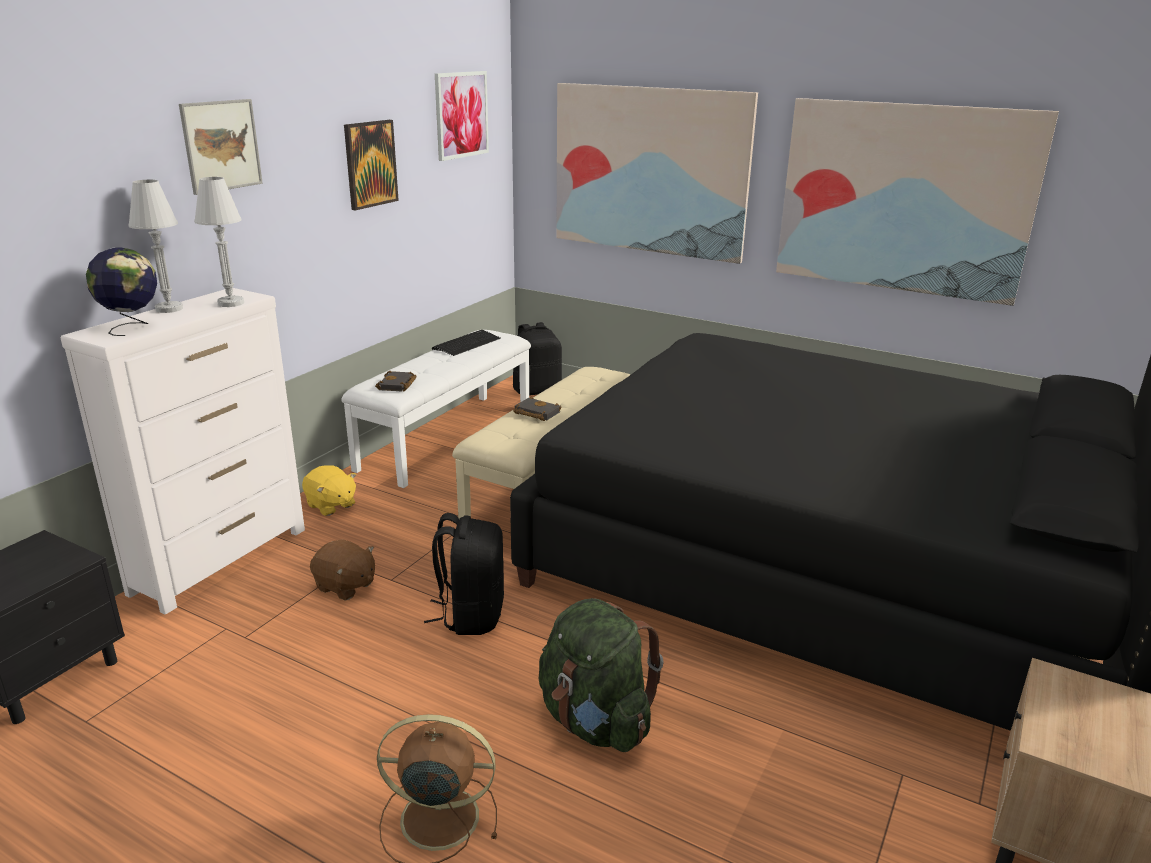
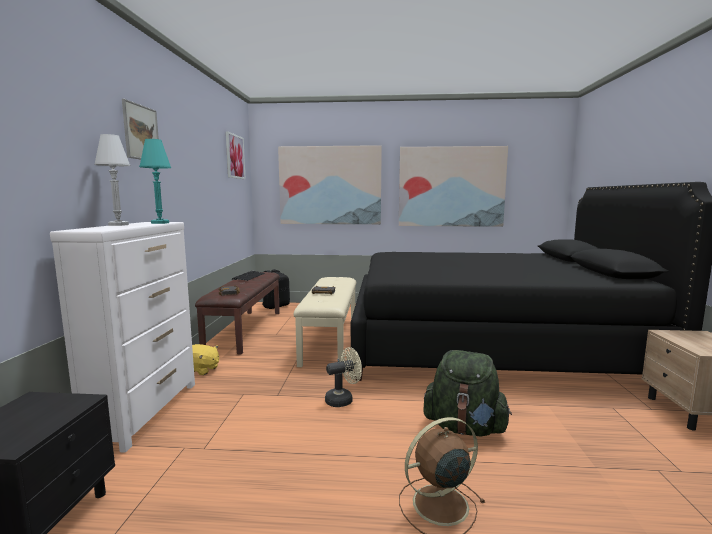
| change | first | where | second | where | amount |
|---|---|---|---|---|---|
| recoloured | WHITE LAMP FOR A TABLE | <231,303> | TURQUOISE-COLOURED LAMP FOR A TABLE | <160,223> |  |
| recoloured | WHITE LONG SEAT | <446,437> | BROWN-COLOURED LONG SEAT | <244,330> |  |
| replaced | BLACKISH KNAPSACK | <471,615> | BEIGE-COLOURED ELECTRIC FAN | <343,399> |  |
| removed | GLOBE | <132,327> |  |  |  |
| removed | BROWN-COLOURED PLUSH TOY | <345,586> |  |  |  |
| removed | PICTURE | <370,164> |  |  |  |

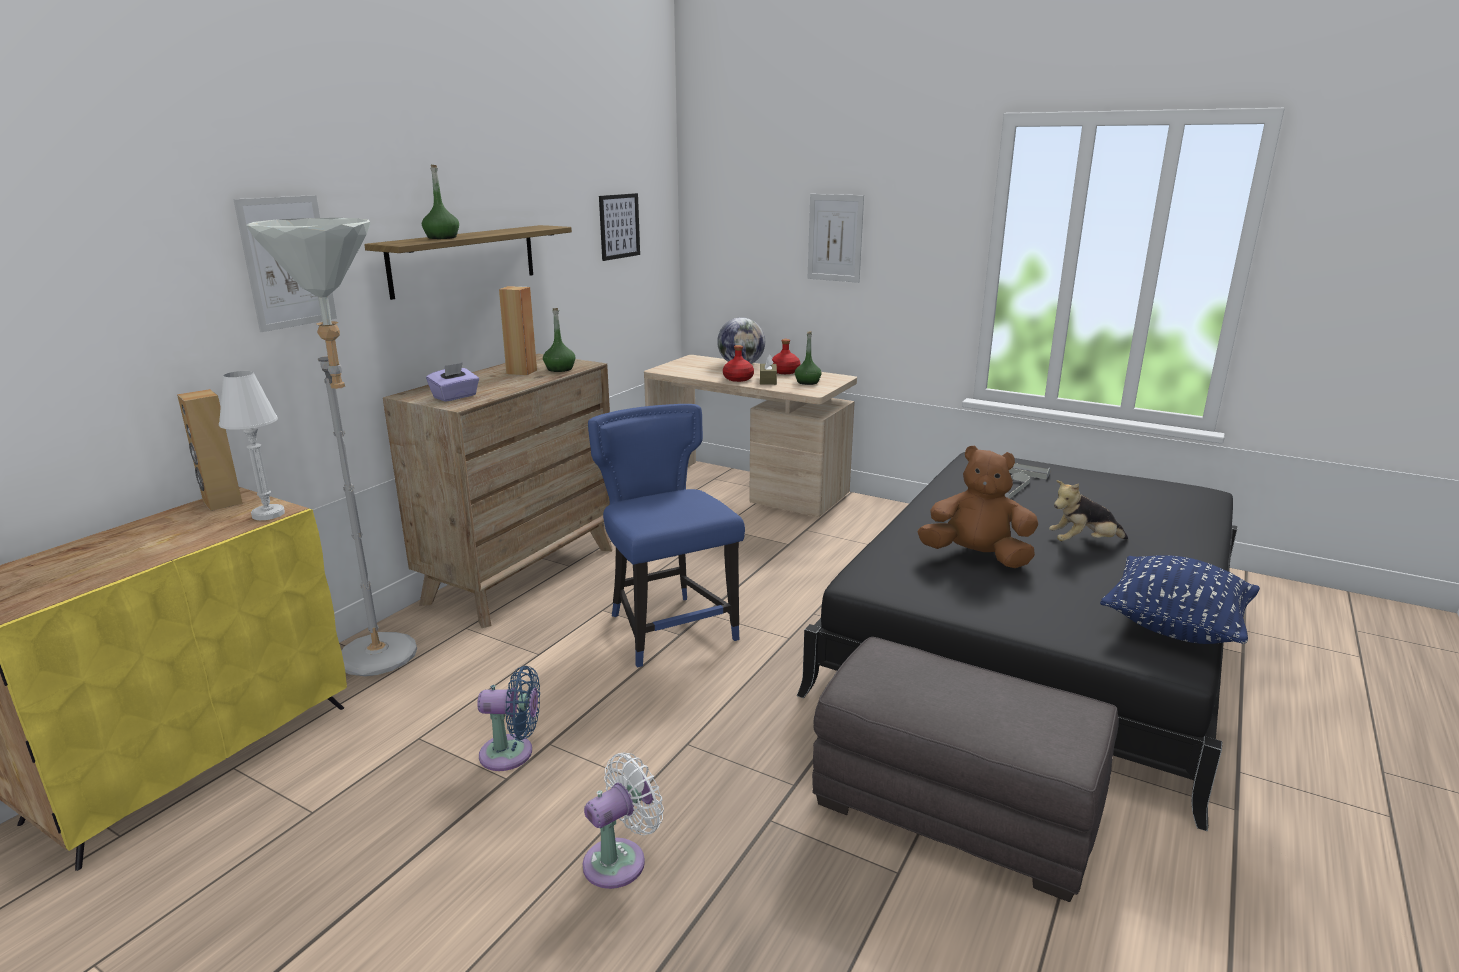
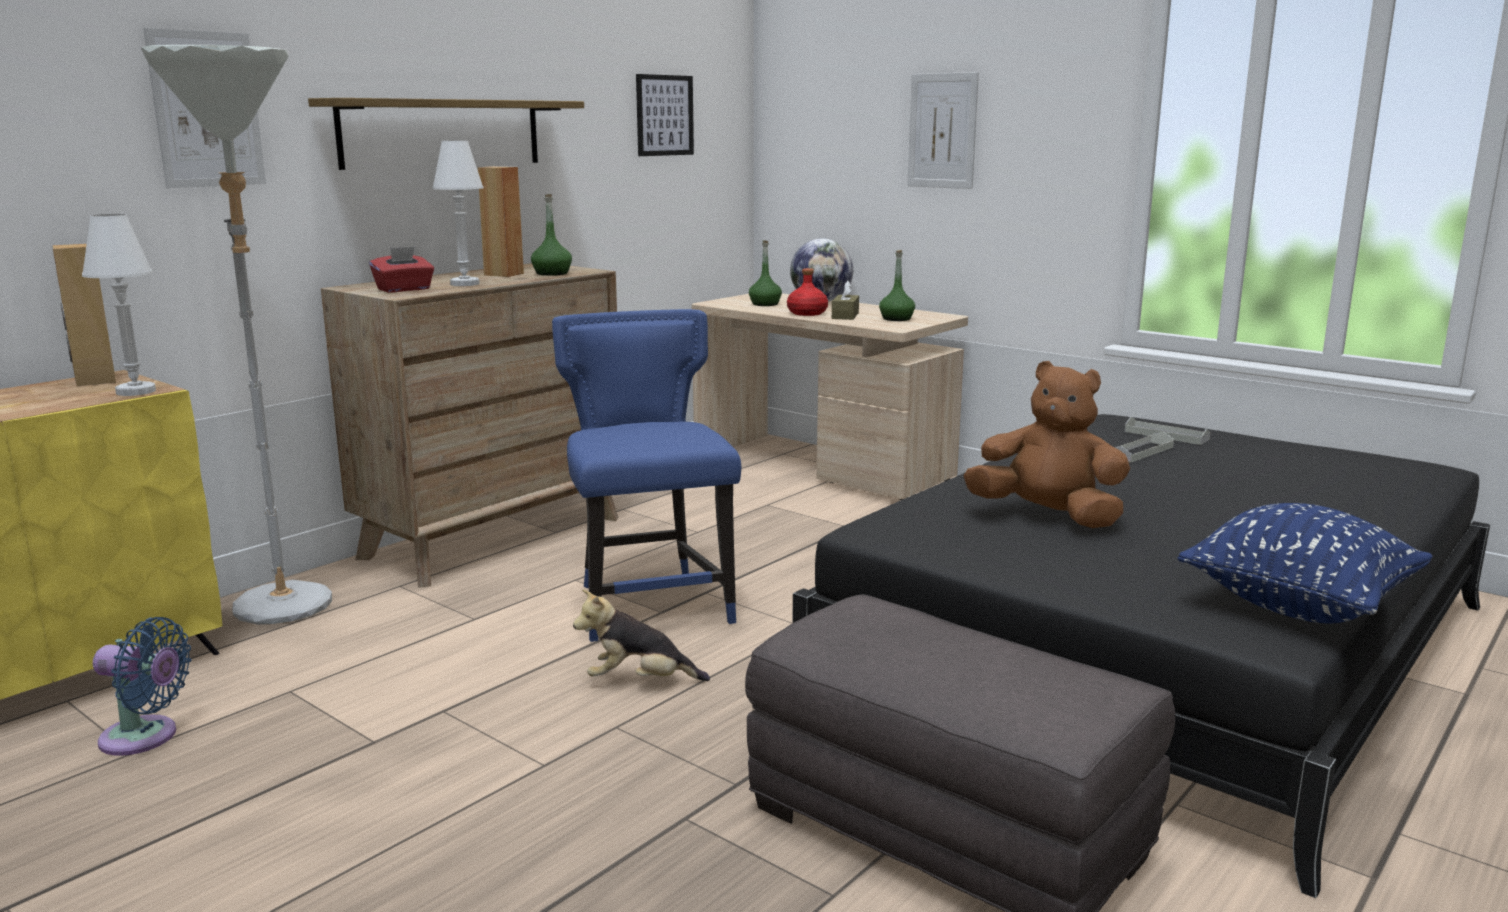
| change | first | where | second | where | amount |
|---|---|---|---|---|---|
| moved | BLUISH ELECTRIC FAN | <512,753> |  | <145,738> |  |
| recoloured | PURPLE BOX OF TISSUES | <455,397> | RED BOX OF TISSUES | <404,289> |  |
| added |  |  | WHITE LAMP FOR A TABLE | <464,284> |  |
| moved | PLUSH TOY | <1083,543> |  | <639,681> |  |
| moved | GREENISH BEVERAGE BOTTLE | <442,237> |  | <765,304> |  |
| removed | WHITE ELECTRIC FAN | <620,860> |  |  |  |
| removed | RED BEVERAGE BOTTLE | <784,372> |  |  |  |

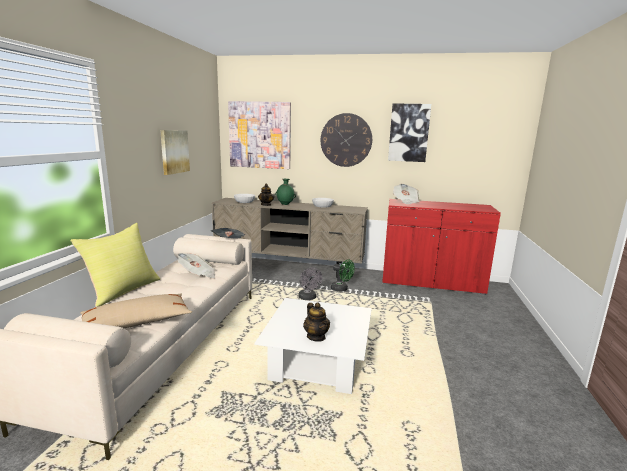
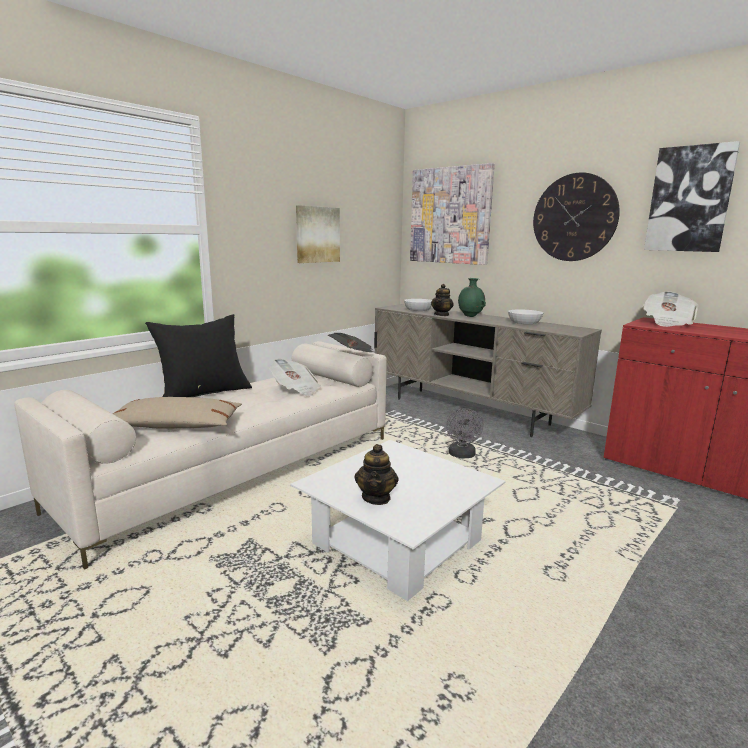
| change | first | where | second | where | amount |
|---|---|---|---|---|---|
| recoloured | YELLOW PILLOW | <123,290> | BLACKISH PILLOW | <204,392> |  |
| removed | GREENISH ELECTRIC FAN | <341,289> |  |  |  |

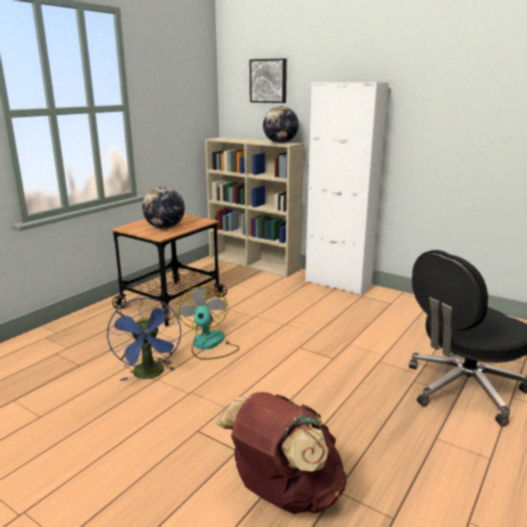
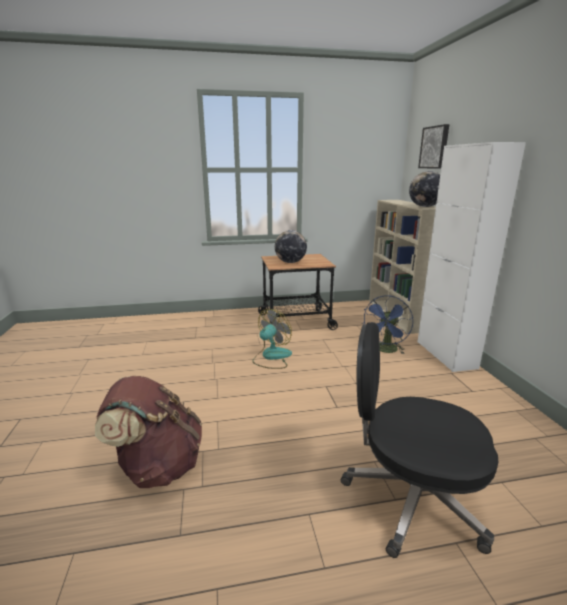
| change | first | where | second | where | amount |
|---|---|---|---|---|---|
| moved | BLUISH ELECTRIC FAN | <150,375> |  | <385,350> |  |

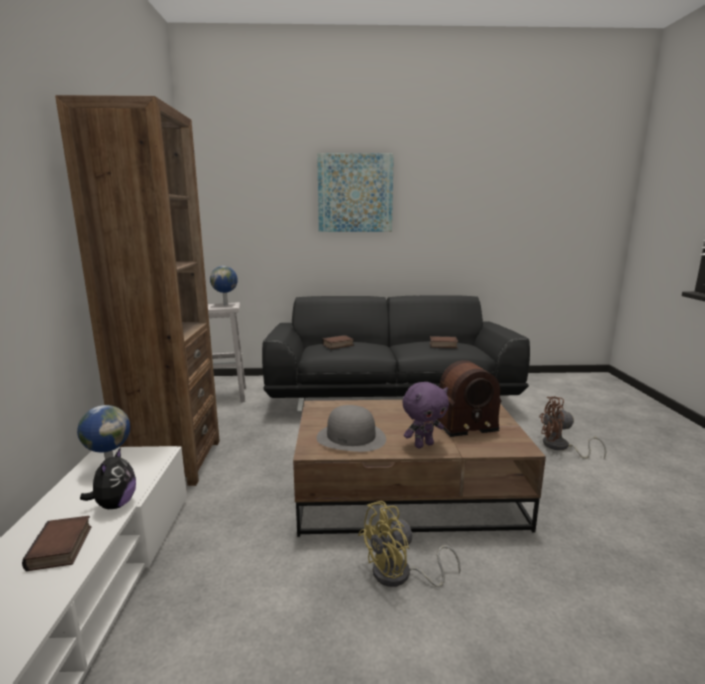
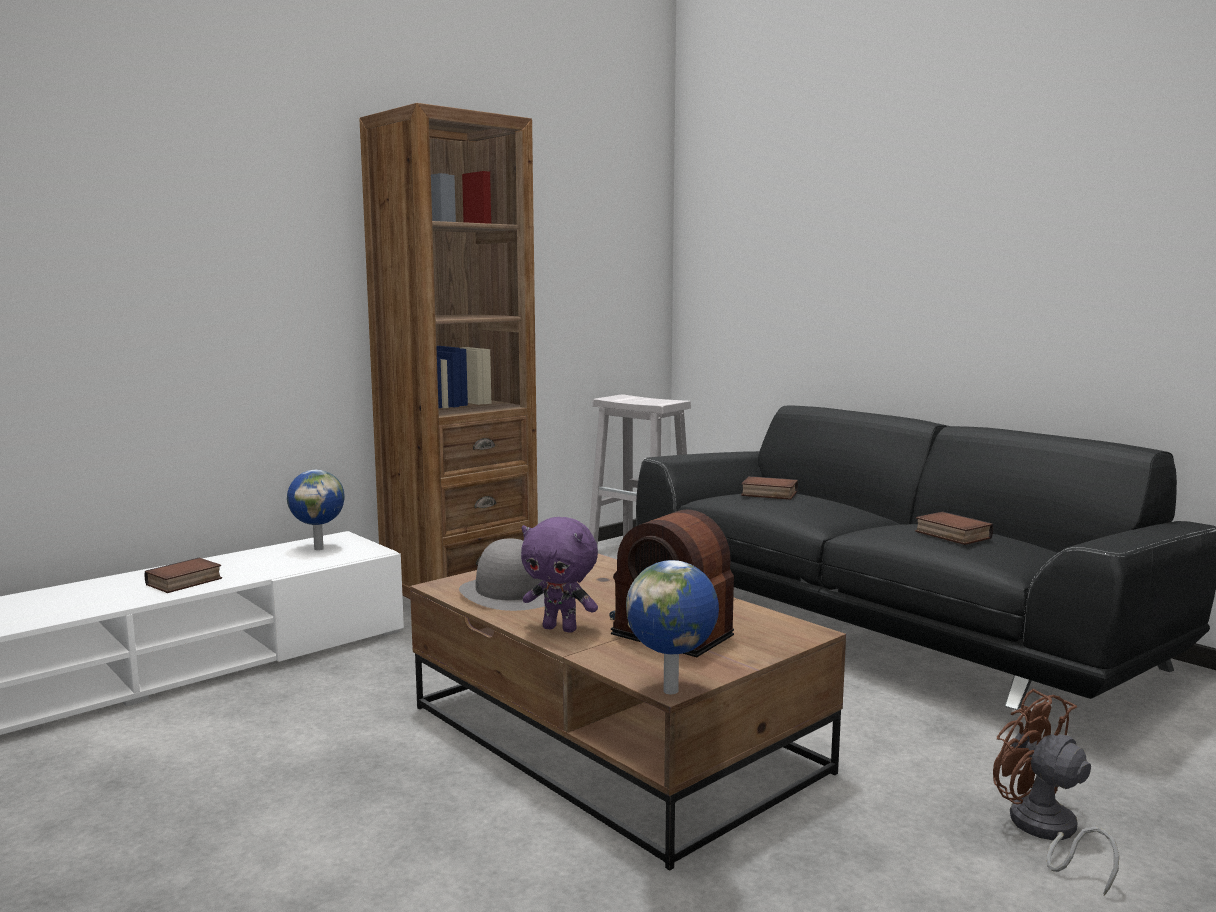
| change | first | where | second | where | amount |
|---|---|---|---|---|---|
| moved | GLOBE | <226,304> |  | <673,691> |  |
| removed | PLUSH TOY | <115,505> |  |  |  |
| removed | PICTURE | <355,193> |  |  |  |
| removed | YELLOW ELECTRIC FAN | <400,575> |  |  |  |

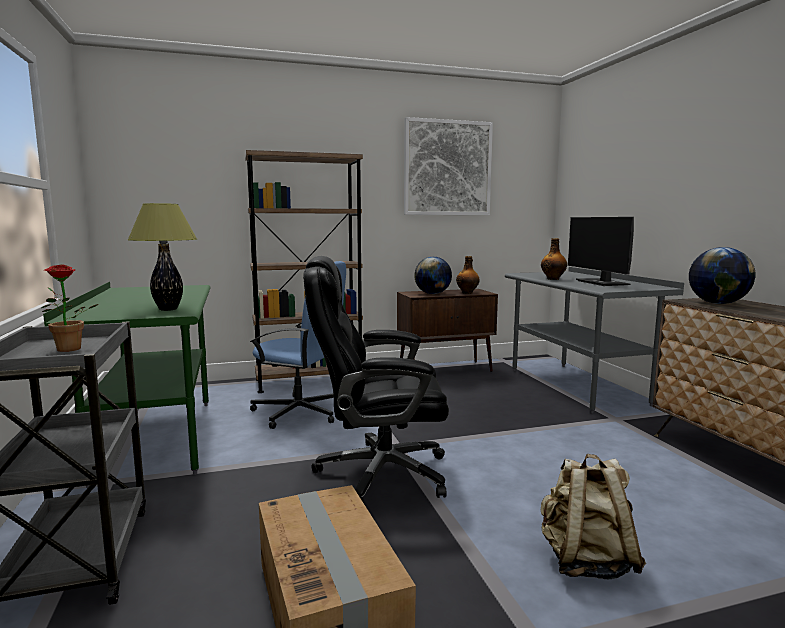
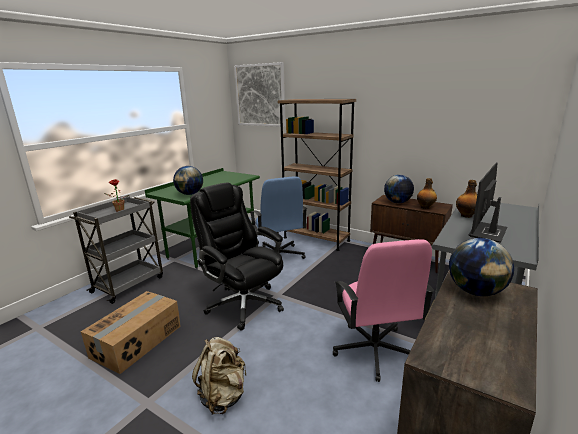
| change | first | where | second | where | amount |
|---|---|---|---|---|---|
| replaced | LAMP FOR A TABLE | <168,309> | GLOBE | <190,194> |  |
| moved | PICTURE | <447,168> |  | <260,95> |  |
| added |  |  | PINK-COLOURED COMPUTER CHAIR | <374,351> |  |

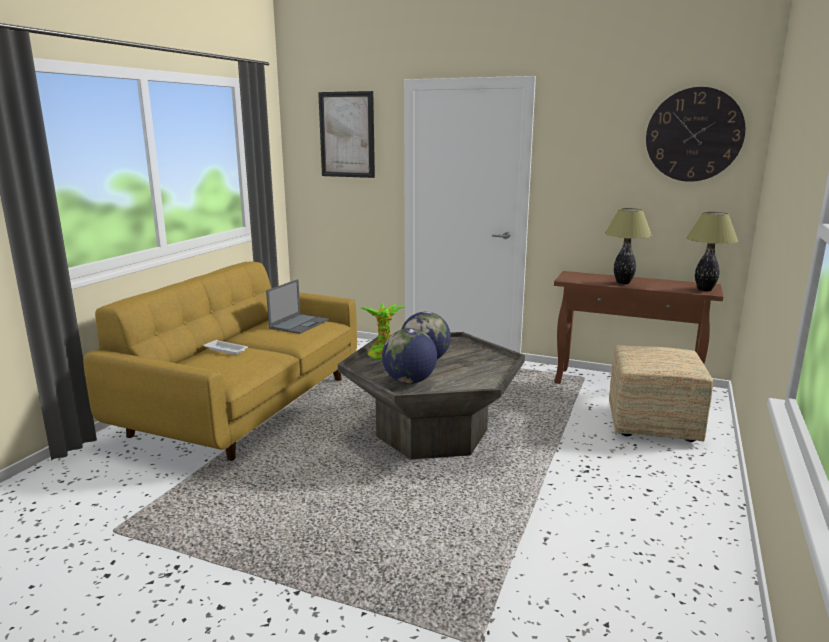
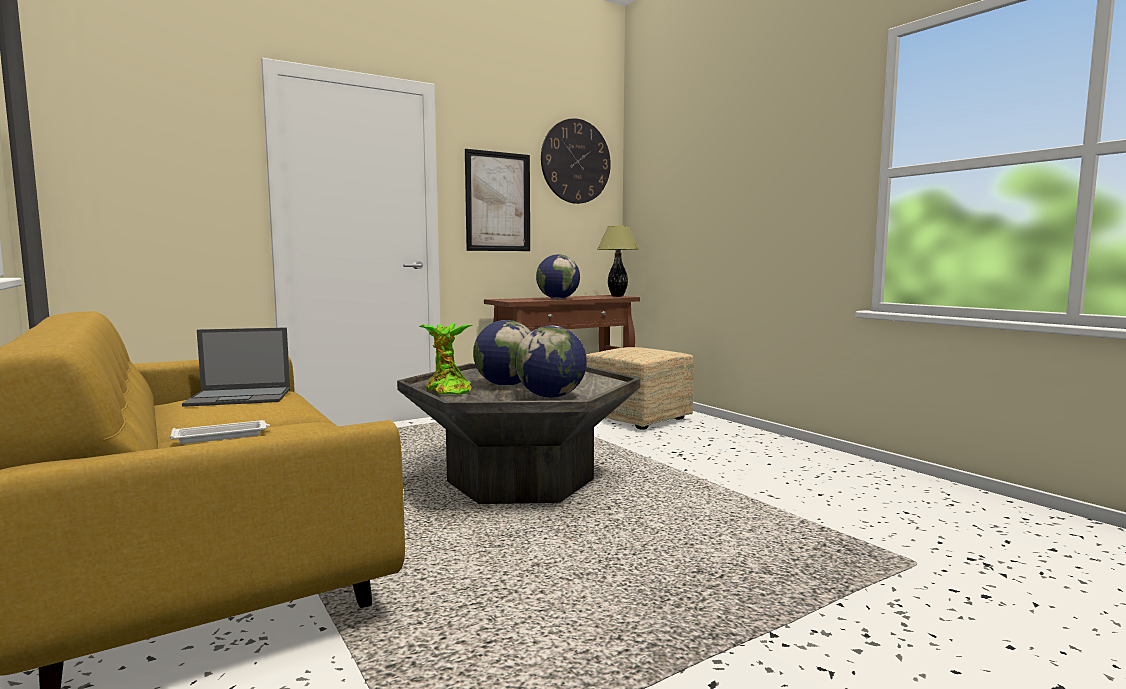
| change | first | where | second | where | amount |
|---|---|---|---|---|---|
| turned | NOTEBOOK COMPUTER | <299,324> |  | <241,397> | 105 degrees clockwise |
| moved | PICTURE | <347,135> |  | <498,202> |  |
| replaced | LAMP FOR A TABLE | <623,283> | GLOBE | <558,298> |  |

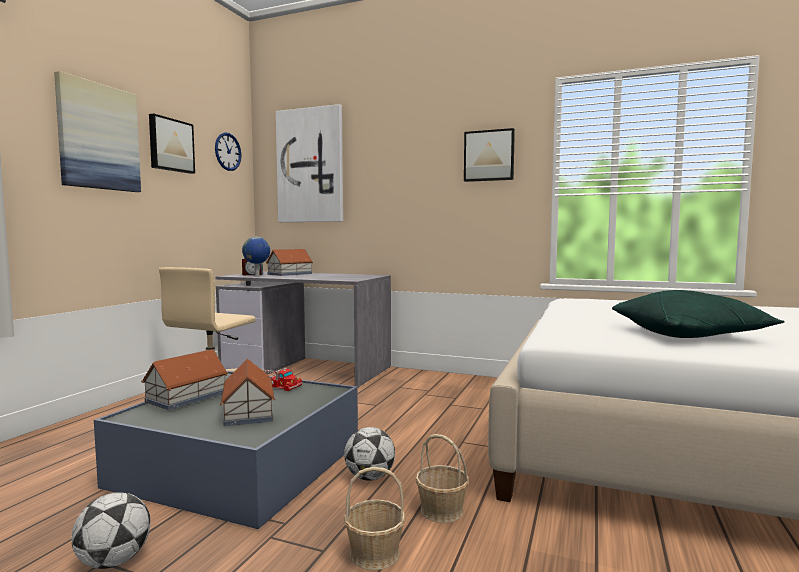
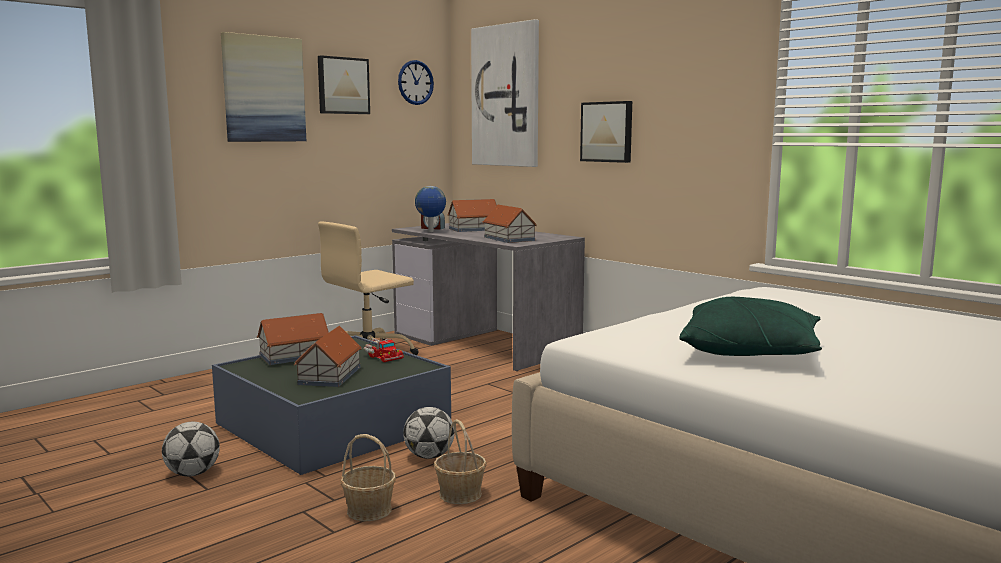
| change | first | where | second | where | amount |
|---|---|---|---|---|---|
| added |  |  | MINIATURE HOUSE | <509,239> |  |
| moved | PICTURE | <489,156> |  | <607,132> |  |

